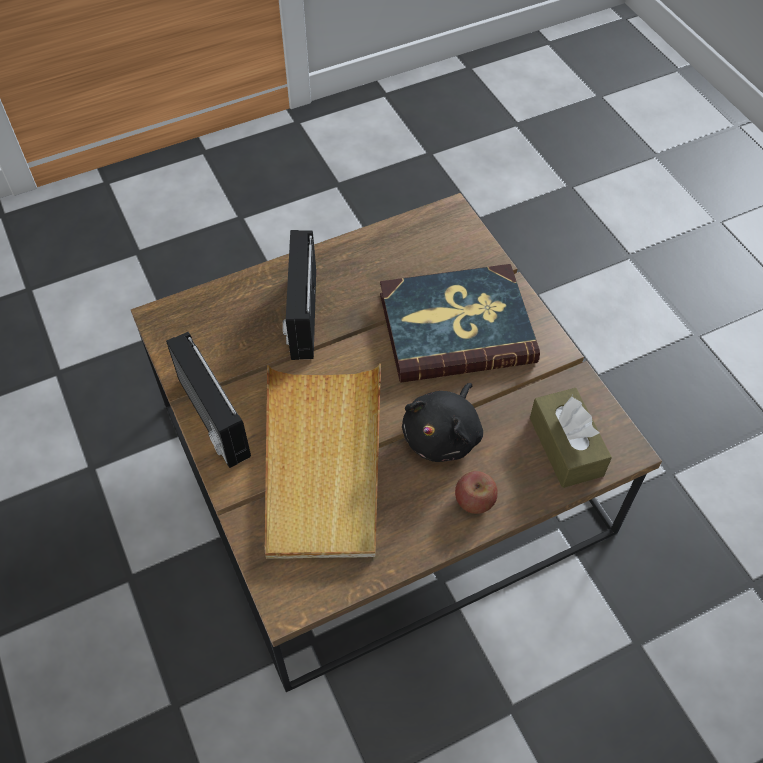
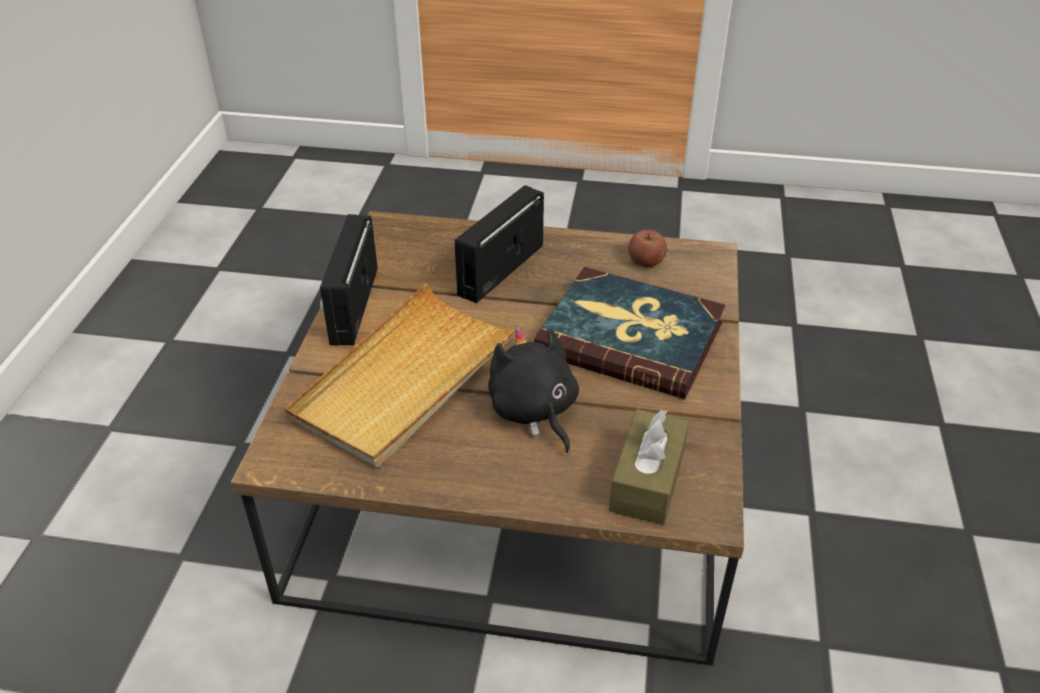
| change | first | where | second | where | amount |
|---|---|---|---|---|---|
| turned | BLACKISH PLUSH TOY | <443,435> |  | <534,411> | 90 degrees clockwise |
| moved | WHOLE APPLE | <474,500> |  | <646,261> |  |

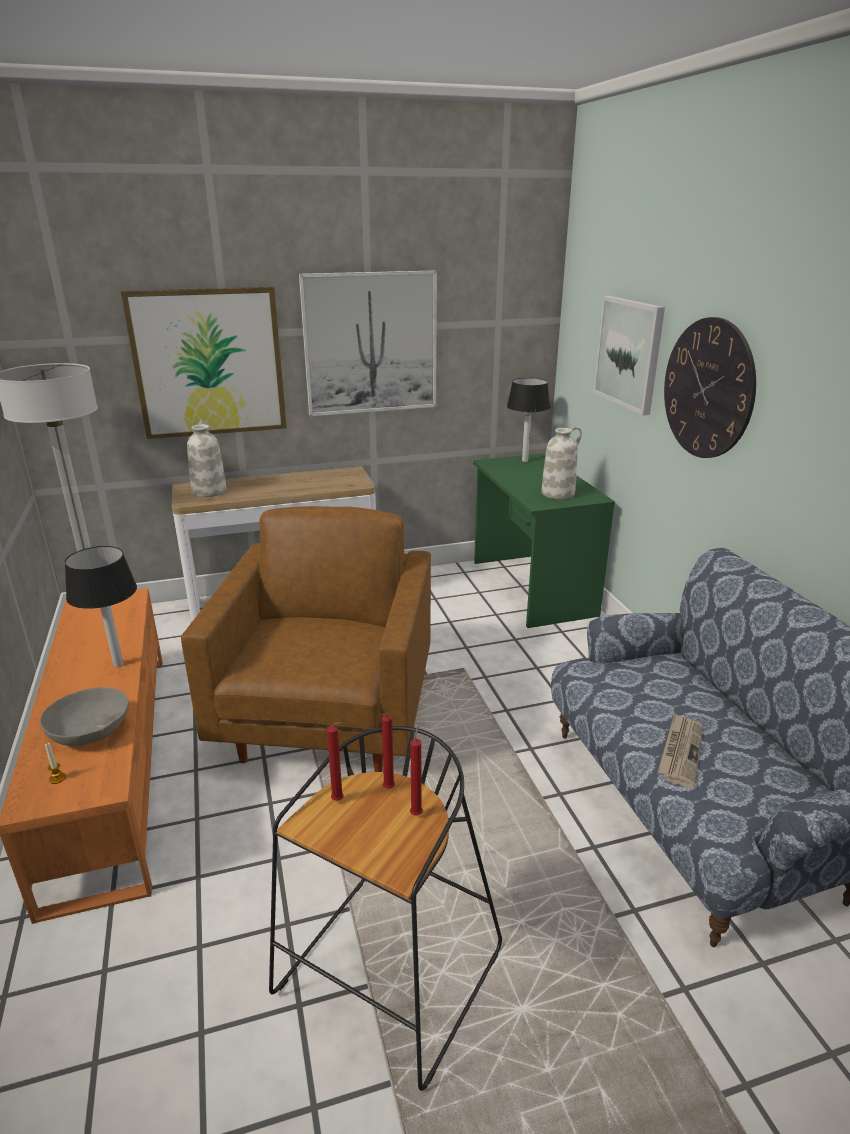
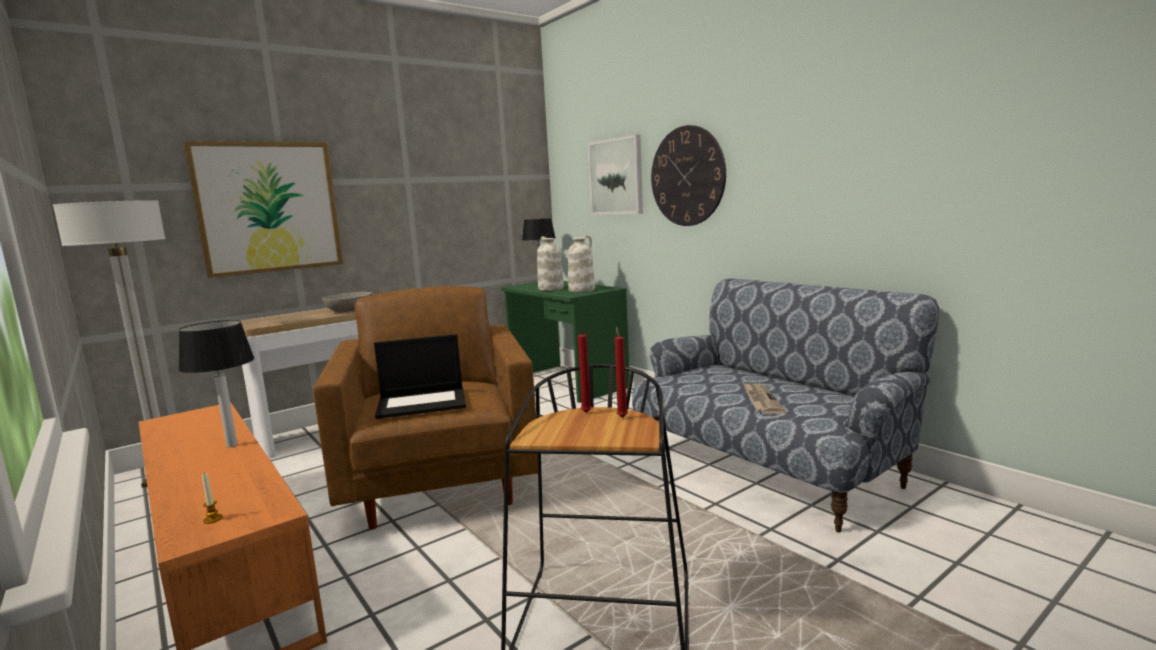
| change | first | where | second | where | amount |
|---|---|---|---|---|---|
| moved | GRAY SERVING BOWL | <90,731> |  | <350,310> |  |
| added |  |  | NOTEBOOK COMPUTER | <423,403> |  |
| moved | WHITE VASE | <209,491> |  | <550,289> |  |
| removed | PICTURE | <370,343> |  |  |  |
| removed | RED CANDLE | <339,801> |  |  |  |

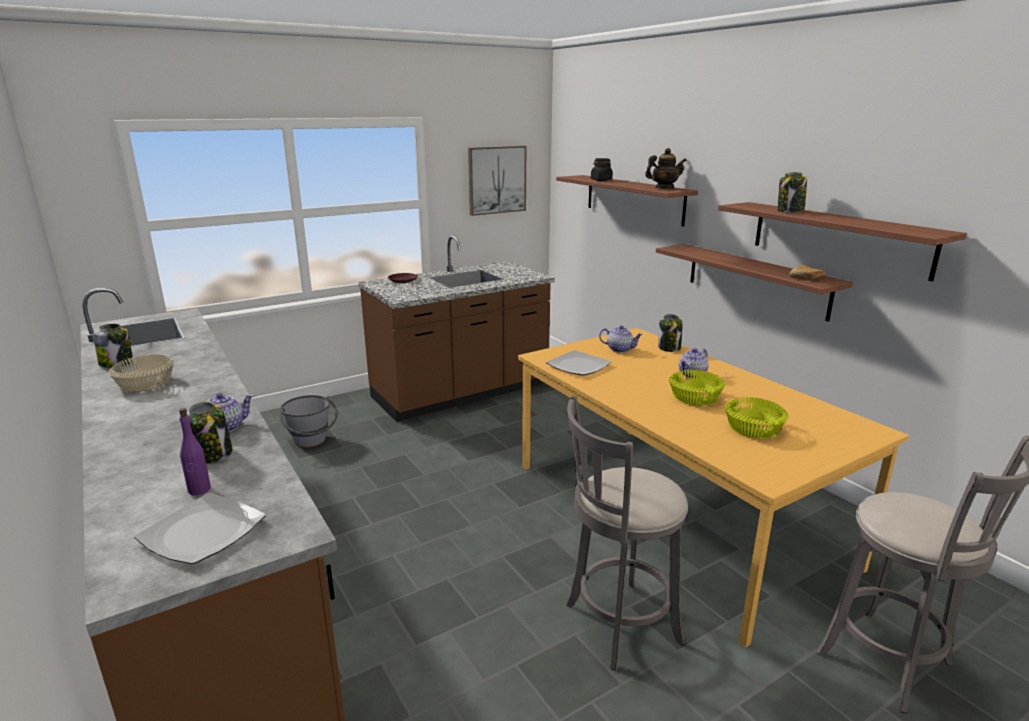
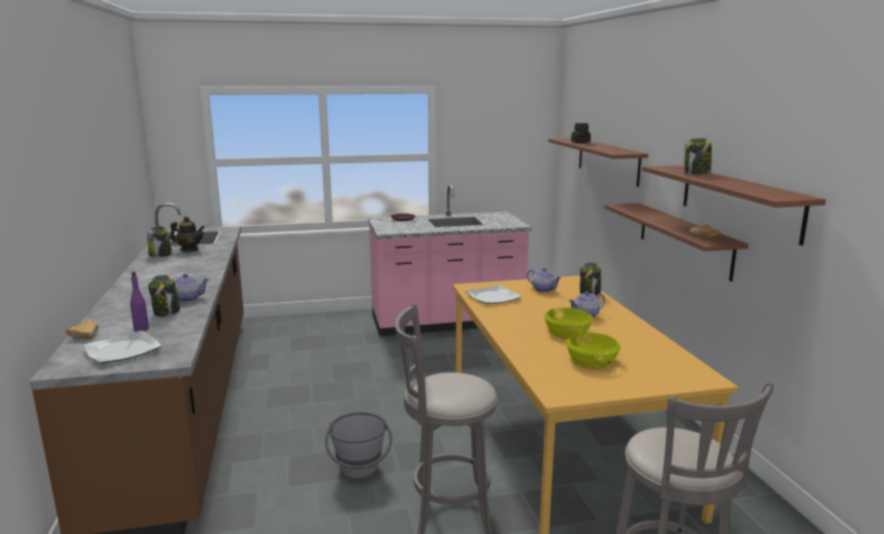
| change | first | where | second | where | amount |
|---|---|---|---|---|---|
| added |  |  | BAKERY BREAD | <86,334> |  |
| moved | TEA POT | <664,188> |  | <189,250> |  |
| moved | GRAY BUCKET | <311,443> |  | <360,472> |  |
| recoloured | BROWN-COLOURED COUNTER | <461,392> | PINK-COLOURED COUNTER | <446,322> |  |
| removed | BEIGE-COLOURED SERVING BOWL | <146,383> |  |  |  |
| removed | PICTURE | <497,180> |  |  |  |

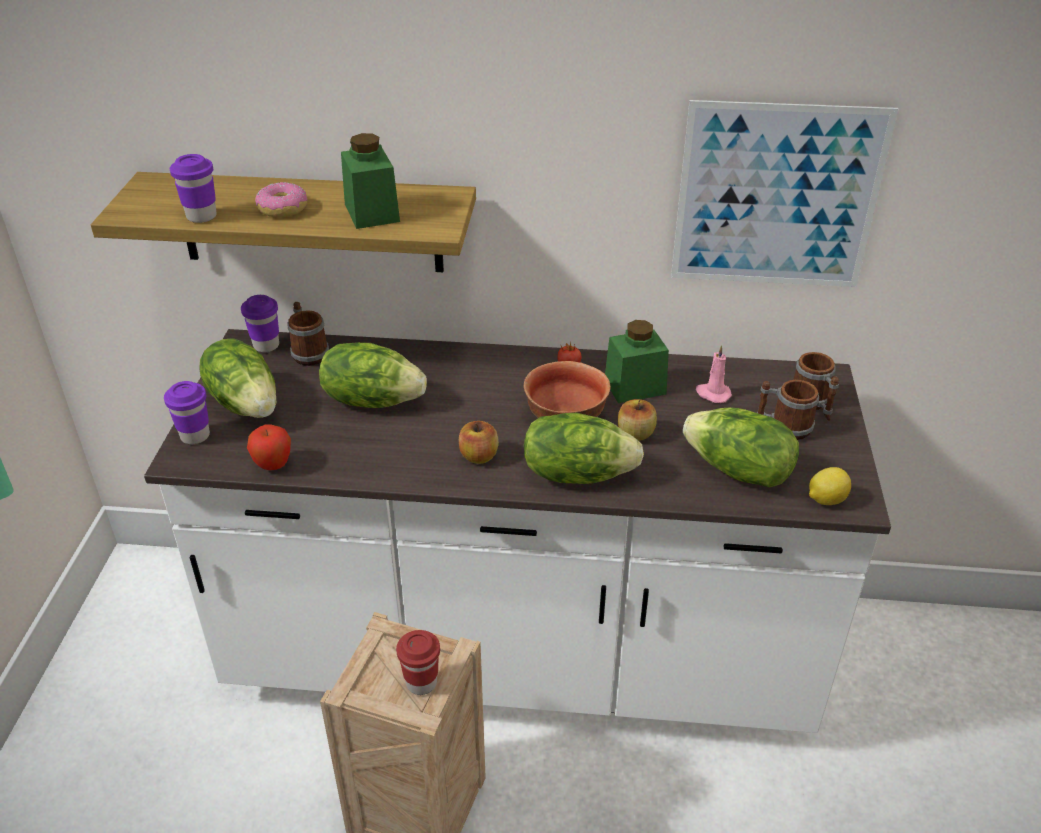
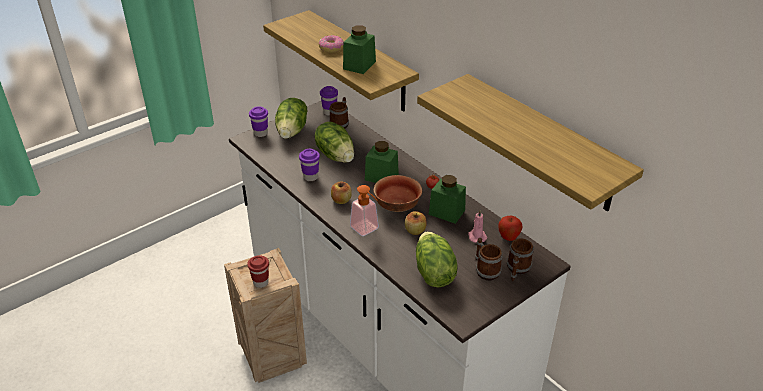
| change | first | where | second | where | amount |
|---|---|---|---|---|---|
| moved | PURPLE SMALL CUP | <201,216> |  | <310,177> |  |
| replaced | LETTUCE HEAD | <577,473> | SOAP BOTTLE | <367,230> |  |
| added |  |  | GREENISH STORAGE JAR | <381,177> |  |
| replaced | PICTURE | <776,197> | WALL SHELF | <543,143> |  |
| moved | WHOLE APPLE | <273,466> |  | <508,238> |  |
| removed | CITRUS FRUIT | <825,499> |  |  |  |

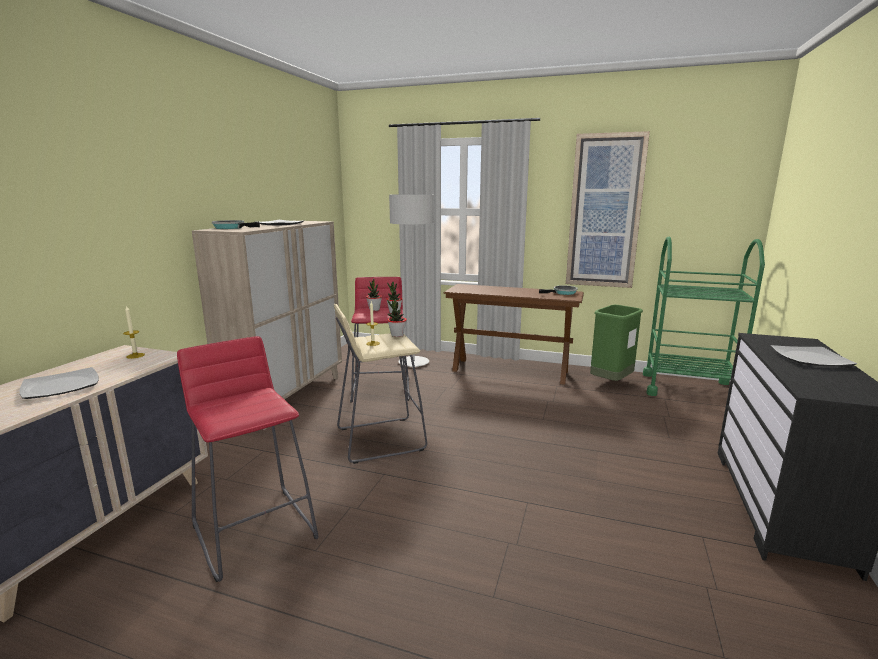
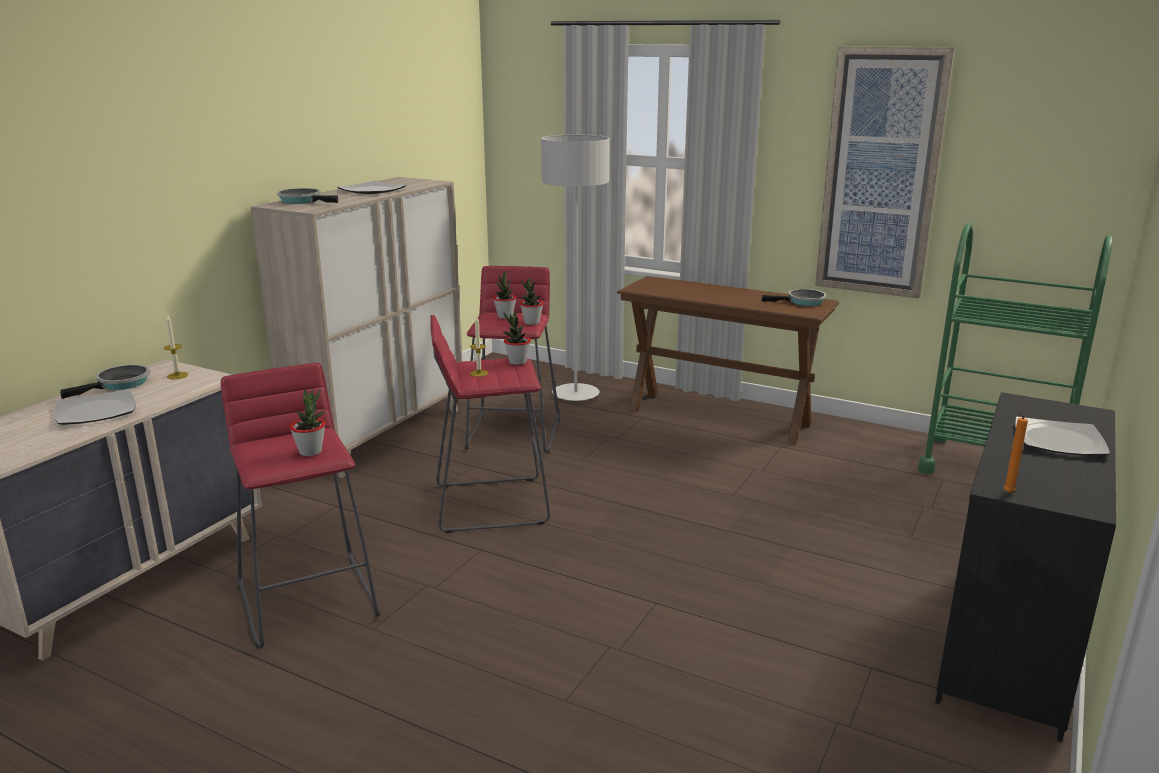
| change | first | where | second | where | amount |
|---|---|---|---|---|---|
| added |  |  | FRYING PAN | <120,384> |  |
| added |  |  | PLANT IN A POT | <310,451> |  |
| recoloured | BEIGE-COLOURED SITTING STOOL | <379,439> | RED SITTING STOOL | <489,504> |  |
| added |  |  | ORANGE-COLOURED CANDLE | <1007,493> |  |
| removed | GREENISH RUBBISH BIN | <611,382> |  |  |  |

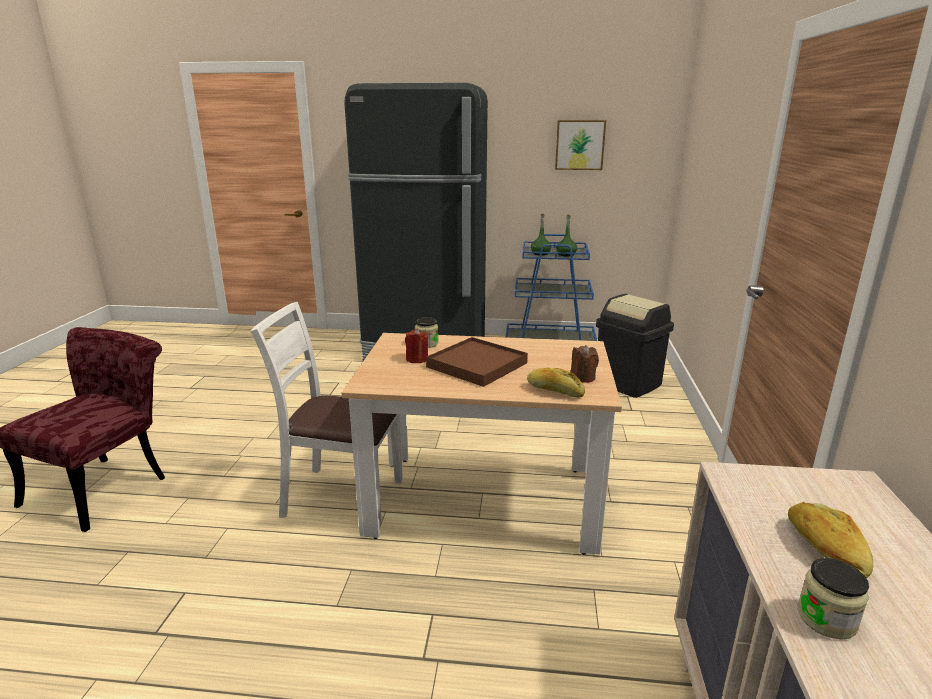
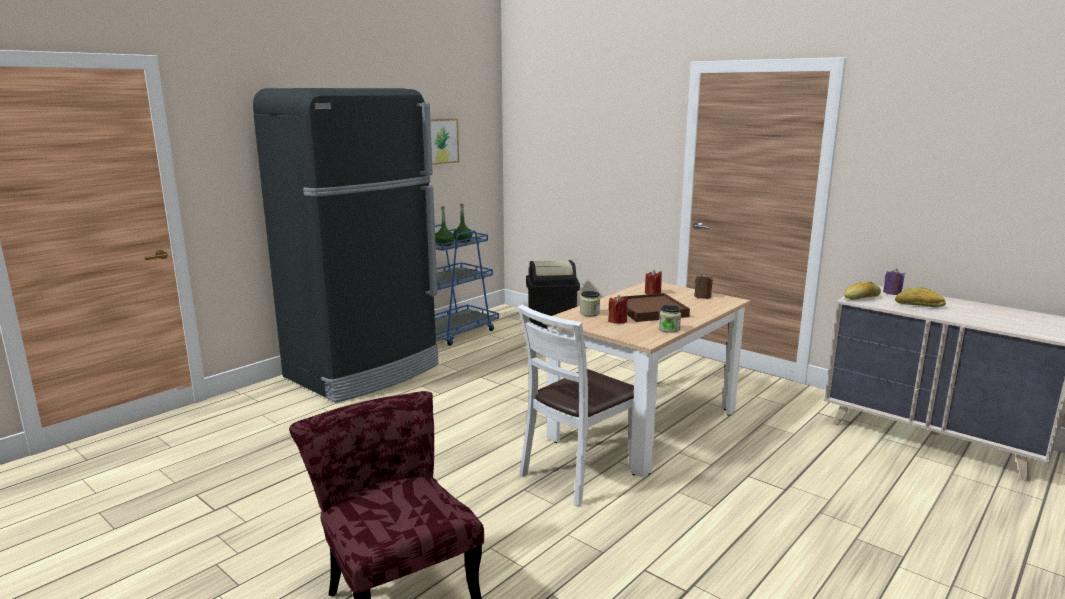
| change | first | where | second | where | amount |
|---|---|---|---|---|---|
| added |  |  | RED CANDLE | <652,293> |  |
| moved | STORAGE JAR | <826,619> |  | <669,329> |  |
| moved | BAKERY BREAD | <554,391> |  | <861,298> |  |
| added |  |  | PURPLE CANDLE | <892,293> |  |

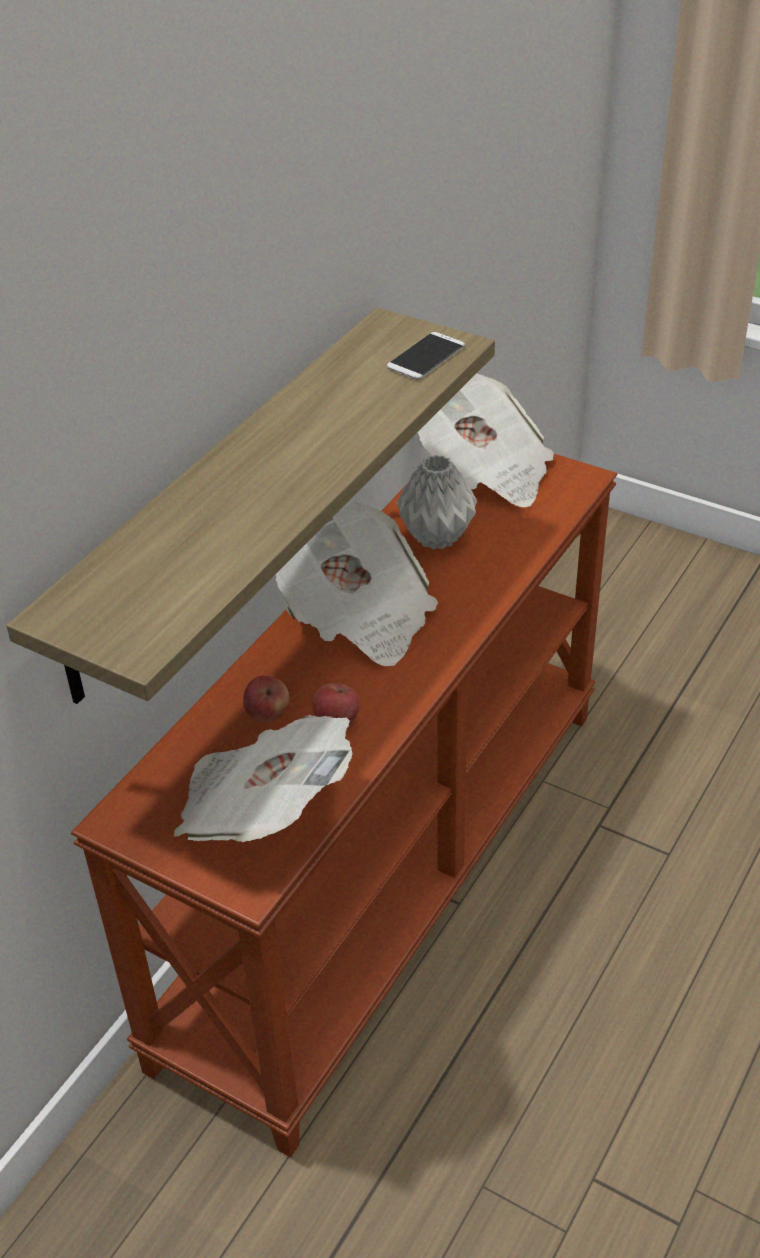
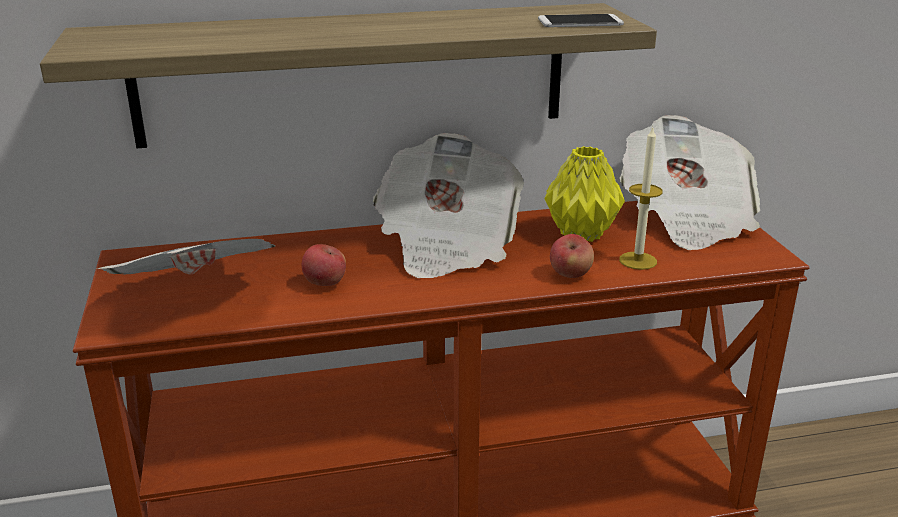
| change | first | where | second | where | amount |
|---|---|---|---|---|---|
| recoloured | GRAY VASE | <437,538> | YELLOW VASE | <580,234> |  |
| moved | WHOLE APPLE | <267,715> |  | <570,275> |  |
| added |  |  | CANDLE | <638,260> |  |

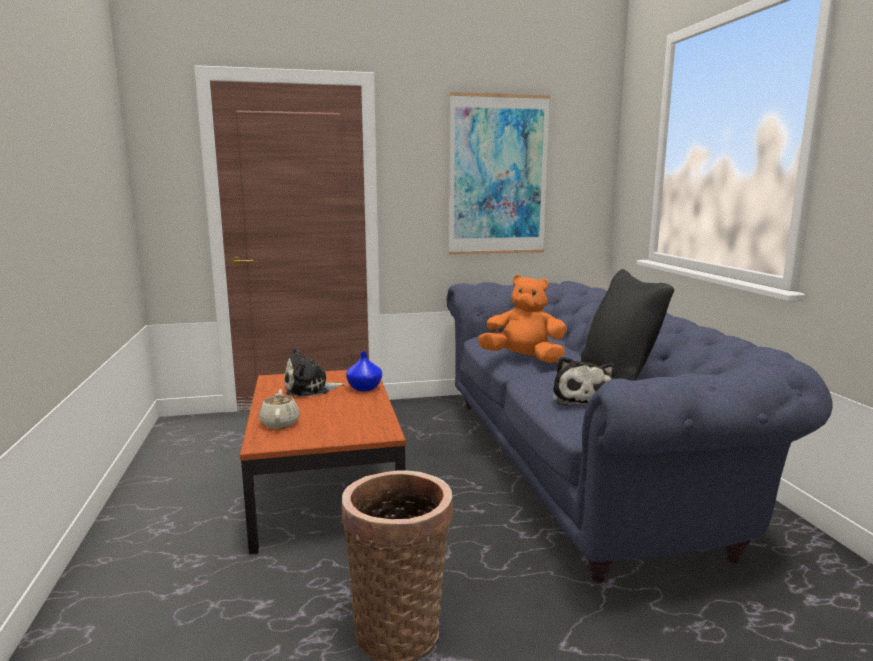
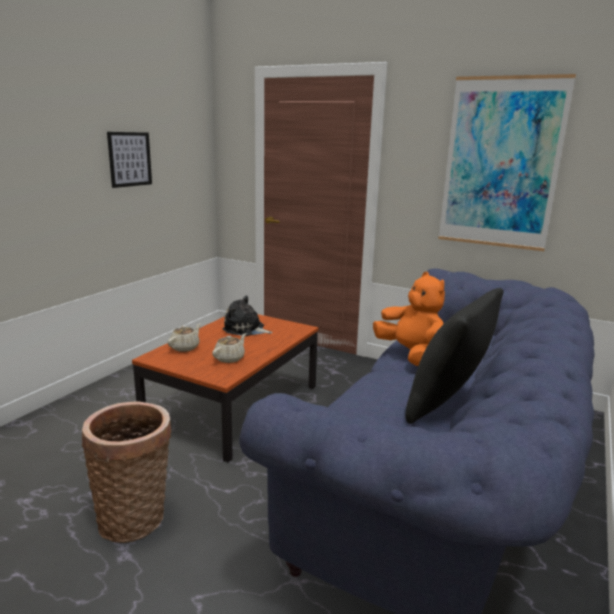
| change | first | where | second | where | amount |
|---|---|---|---|---|---|
| added |  |  | PICTURE | <130,159> |  |
| added |  |  | BEIGE-COLOURED TEA POT | <230,358> |  |
| removed | BLUISH VASE | <364,388> |  |  |  |
| removed | PLUSH TOY | <581,398> |  |  |  |

